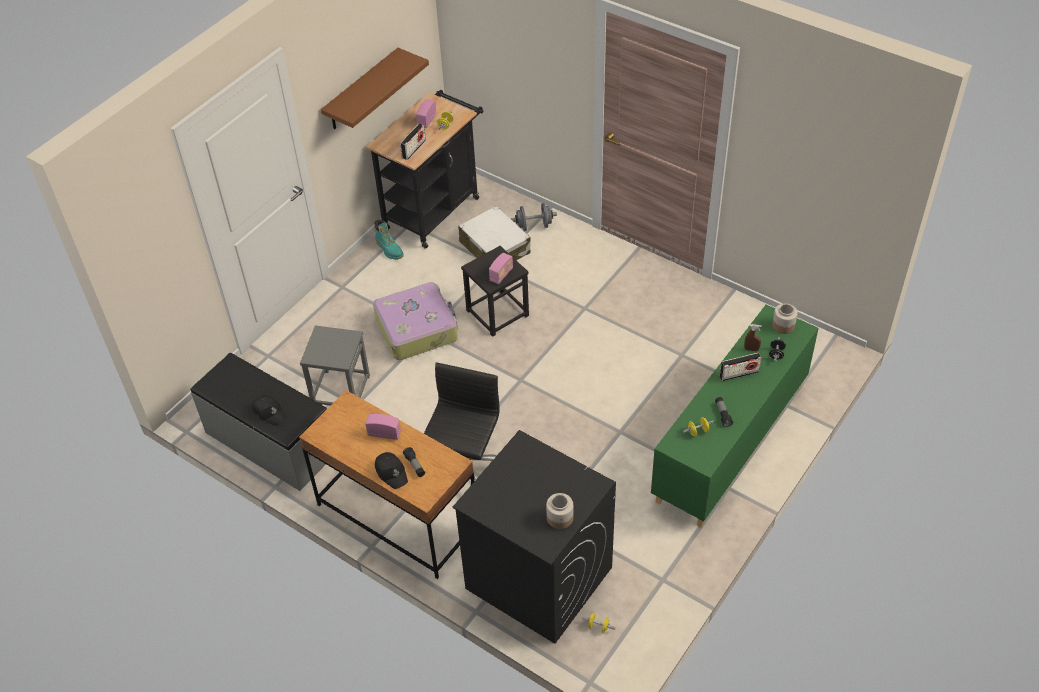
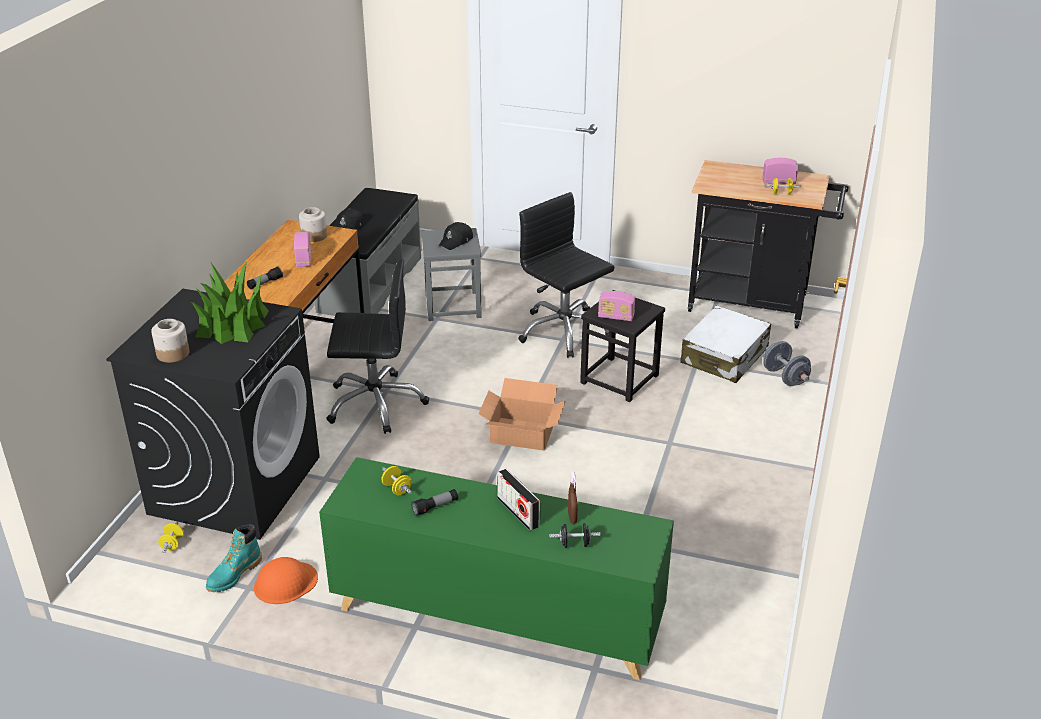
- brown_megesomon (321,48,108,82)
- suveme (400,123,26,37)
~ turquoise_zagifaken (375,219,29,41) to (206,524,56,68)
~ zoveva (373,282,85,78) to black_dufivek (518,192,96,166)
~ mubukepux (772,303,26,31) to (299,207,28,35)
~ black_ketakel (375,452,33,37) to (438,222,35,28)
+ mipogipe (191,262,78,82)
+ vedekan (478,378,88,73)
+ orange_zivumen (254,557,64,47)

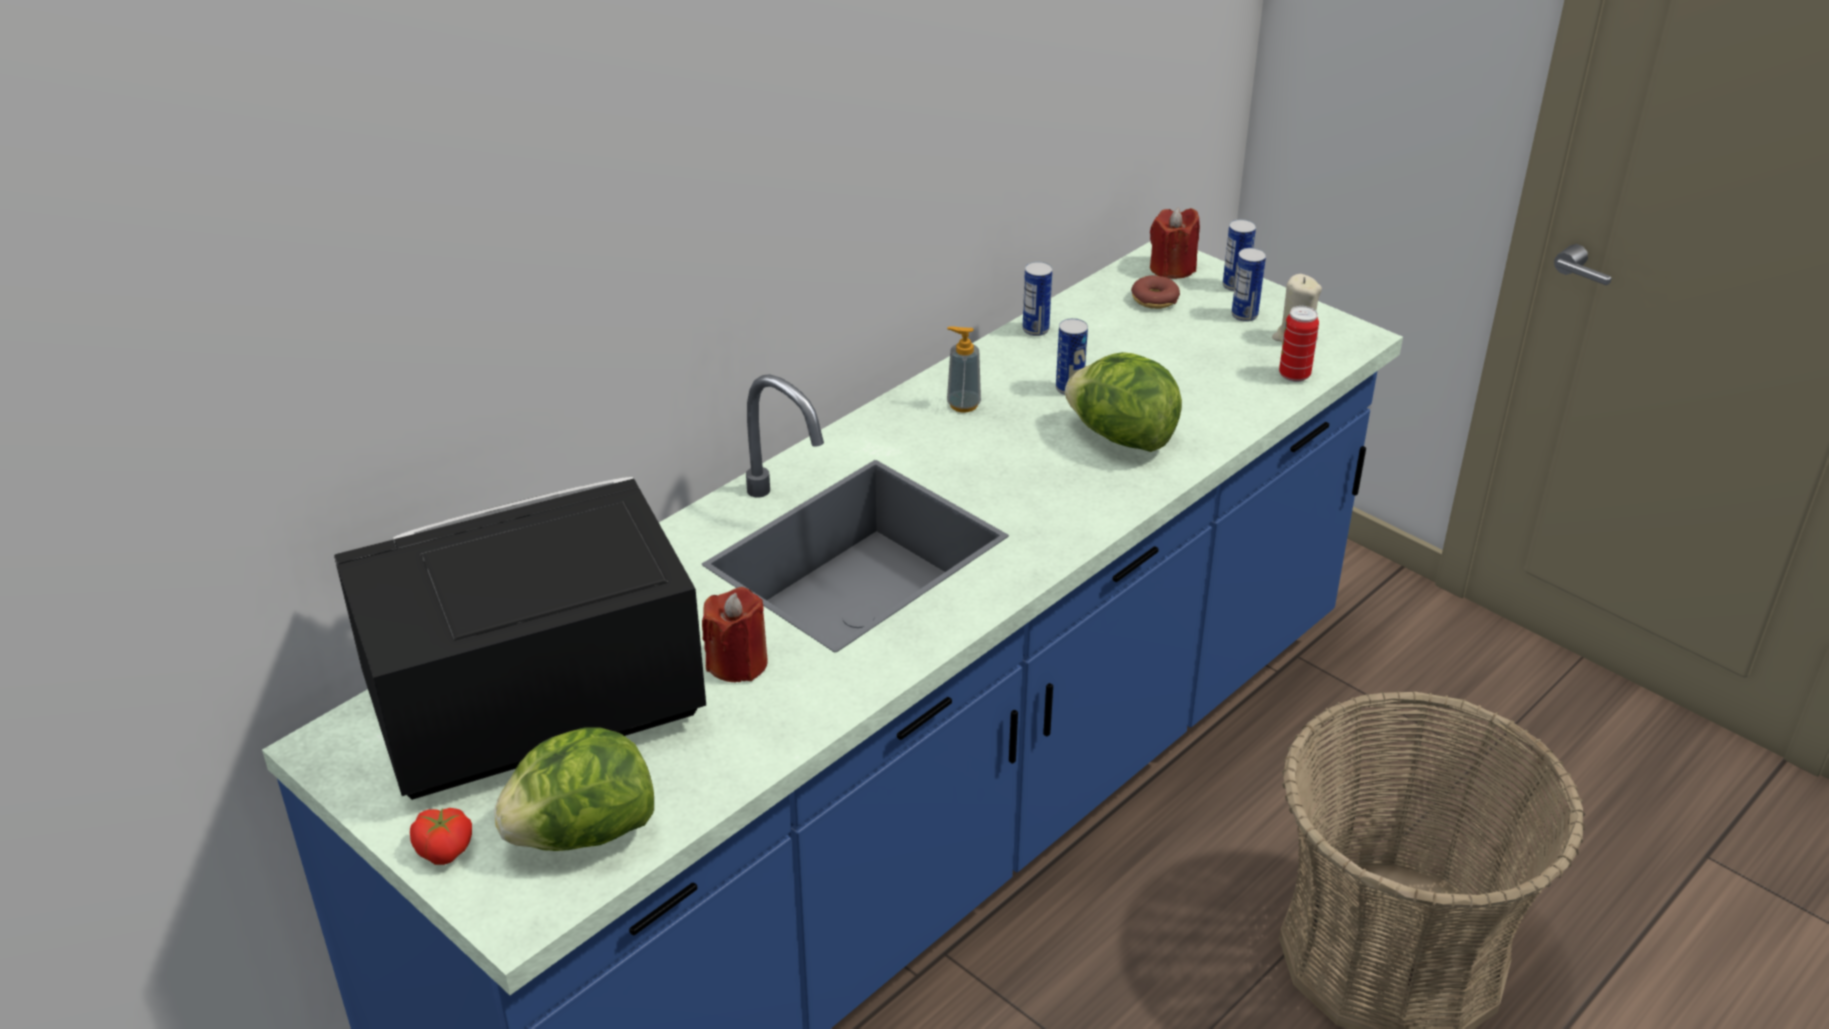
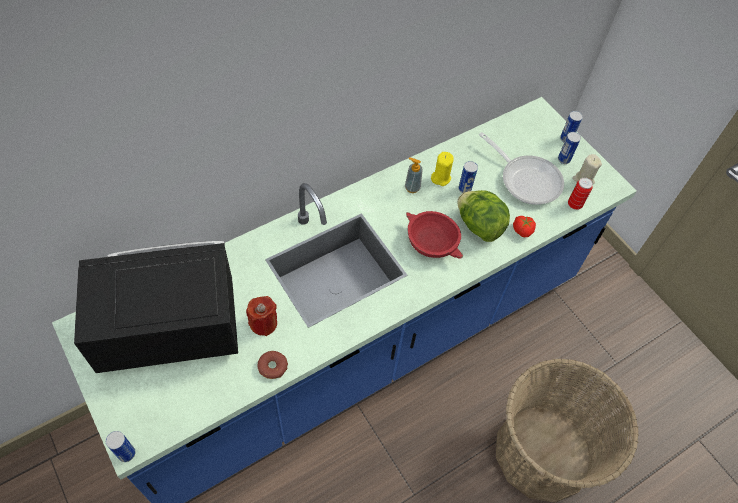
- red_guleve (1150,208,50,71)
~ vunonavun (1022,262,30,74) to (106,431,30,31)
~ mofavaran (1131,275,49,34) to (258,351,30,28)
- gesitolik (494,727,160,124)
~ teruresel (410,808,62,57) to (513,216,23,21)
+ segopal (479,132,85,73)
+ yellow_guleve (431,152,23,34)
+ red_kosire (406,211,57,47)

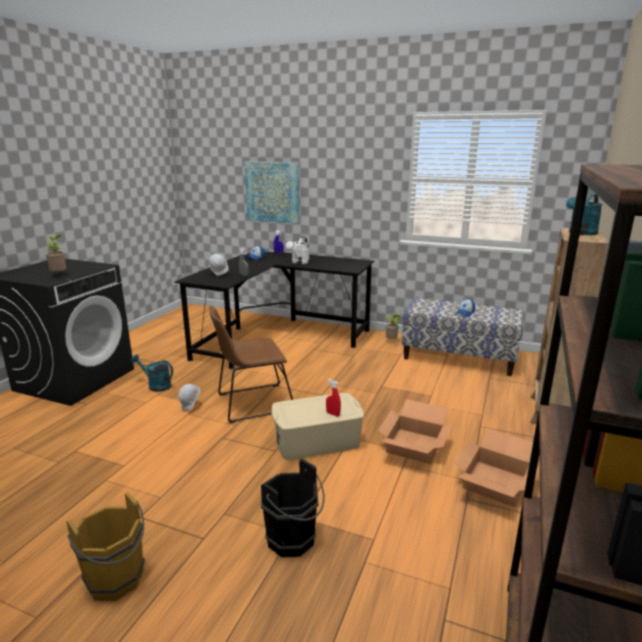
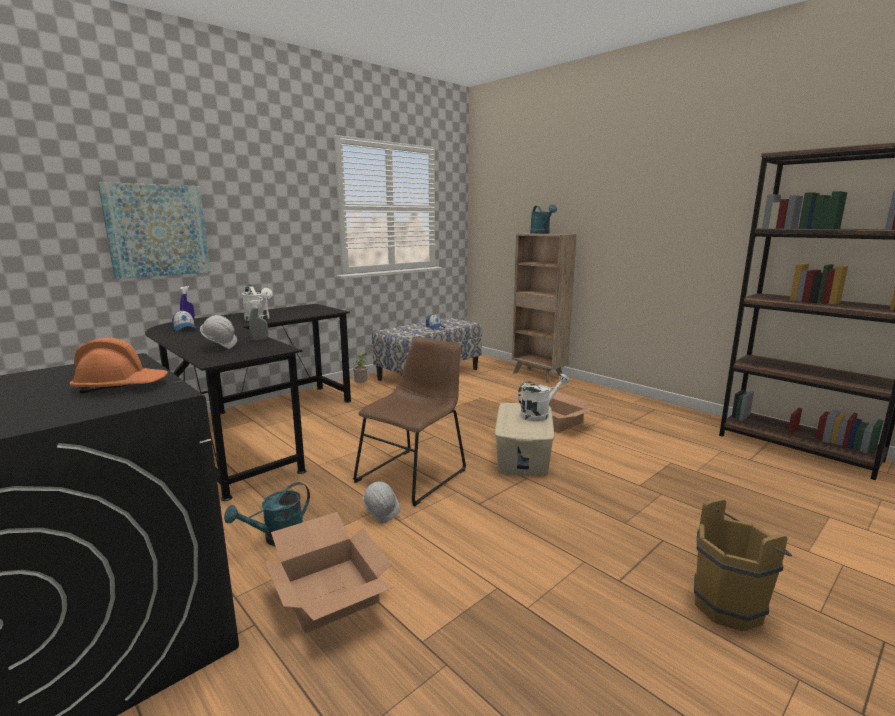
~ mipogipe (43,235,23,38) to orange_zivumen (70,338,98,55)
~ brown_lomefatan (209,305,84,118) = (353,337,113,170) 150 degrees counterclockwise
~ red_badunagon (326,379,15,37) to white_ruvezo (518,374,51,48)
~ vedekan (455,428,85,79) to (264,512,130,122)
- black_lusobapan (261,459,64,98)

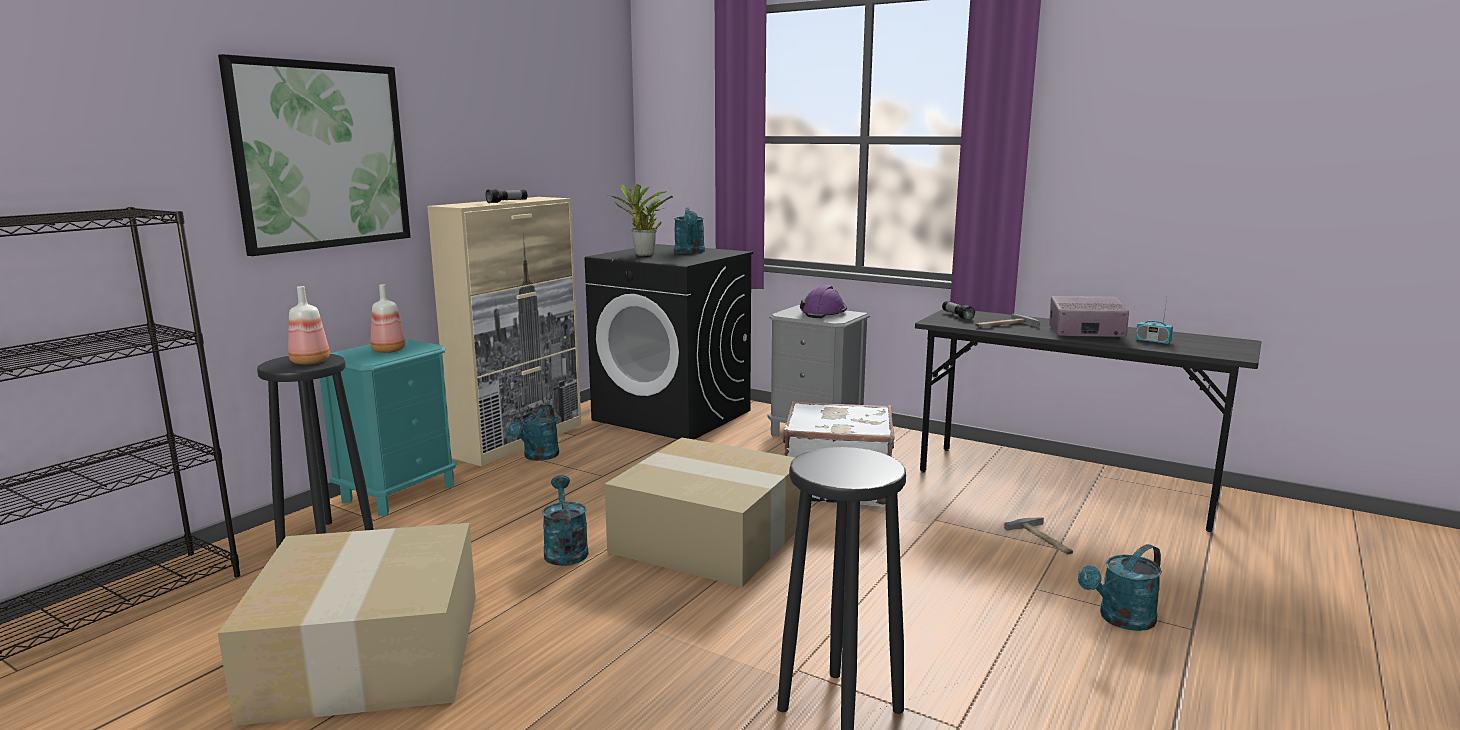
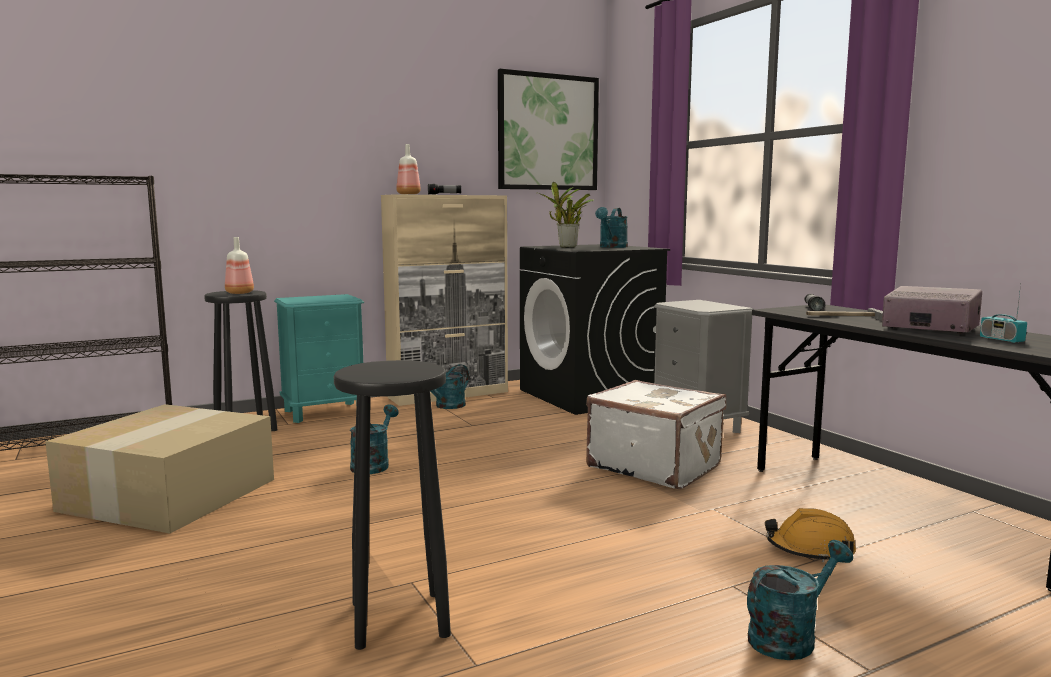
~ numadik (218,54,193,202) to (498,69,101,121)
~ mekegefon (370,284,36,69) to (396,144,25,51)
- purple_zivumen (800,285,47,33)
- vedekan (605,437,195,150)
~ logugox (1004,517,69,38) to orange_zivumen (765,508,91,55)
~ turquoise_ruvezo (1078,544,84,87) = (747,540,106,120) 150 degrees clockwise

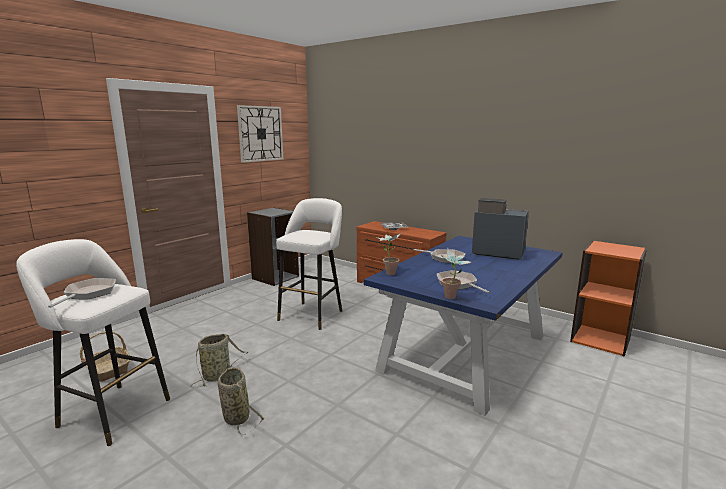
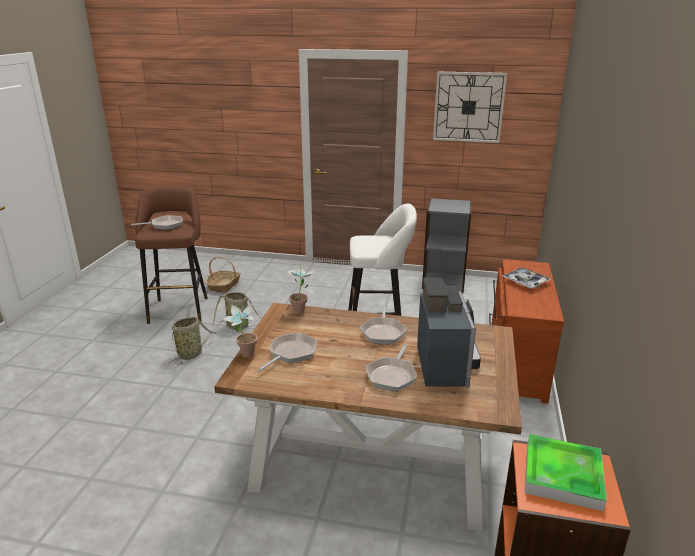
~ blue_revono (364,236,199,180) to brown_revono (214,303,308,228)
~ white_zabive (16,239,154,207) to brown_zabive (135,185,73,139)
+ segopal (366,344,51,48)
+ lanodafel (525,434,82,77)

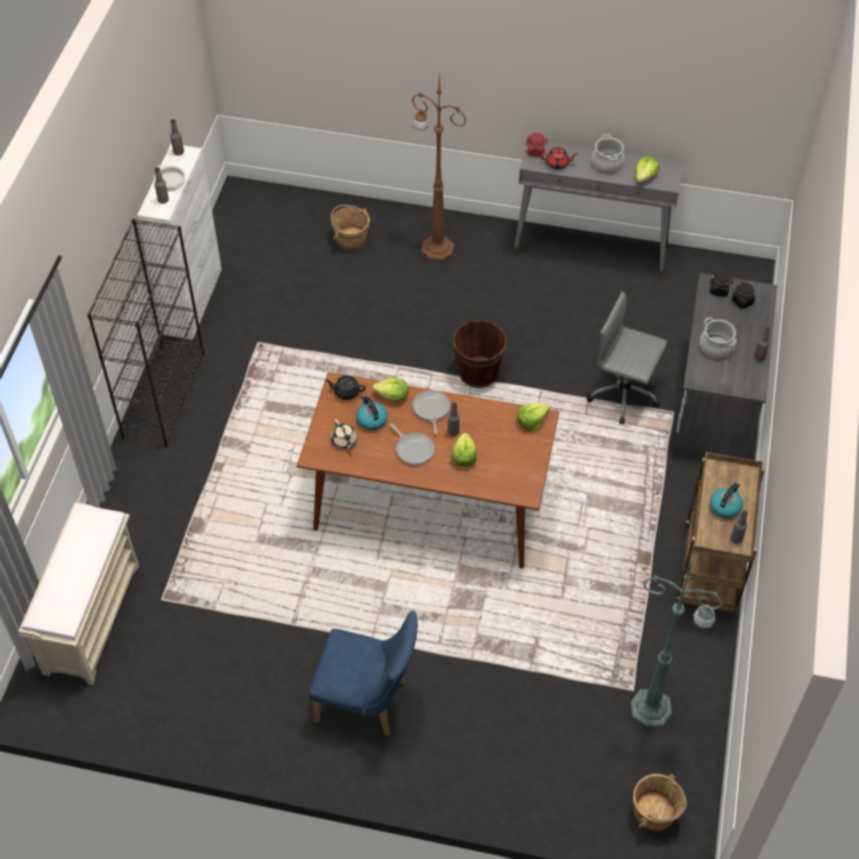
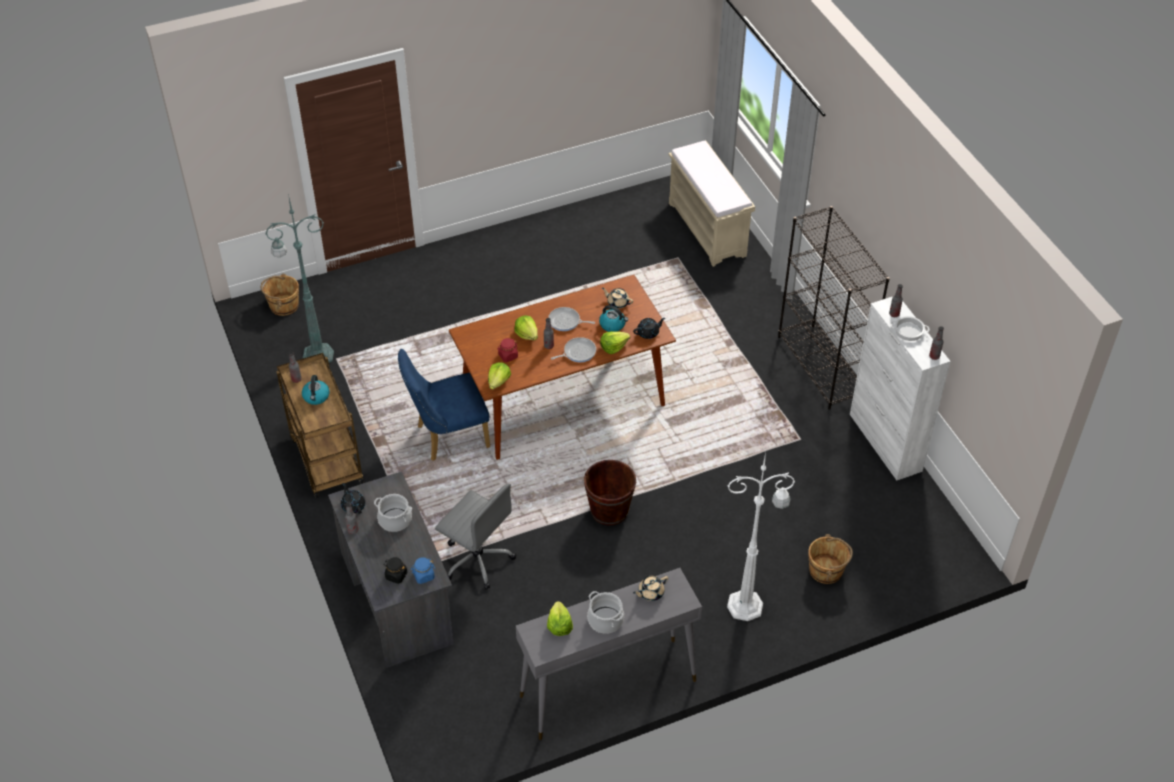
~ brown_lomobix (412,73,54,188) to white_lomobix (727,452,68,169)
~ red_mubukepux (525,132,23,25) to (497,338,21,24)
~ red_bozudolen (541,148,37,21) to beige_bozudolen (633,576,35,25)
~ black_mubukepux (709,271,25,26) to blue_mubukepux (410,557,25,27)
~ grey_dufivek (586,291,81,134) = (435,484,81,106) 45 degrees clockwise
~ segopal (413,390,37,44) = (551,337,45,25) 75 degrees counterclockwise
~ blue_lomefatan (309,610,109,126) to (398,349,92,112)
+ black_bozudolen (341,483,24,31)

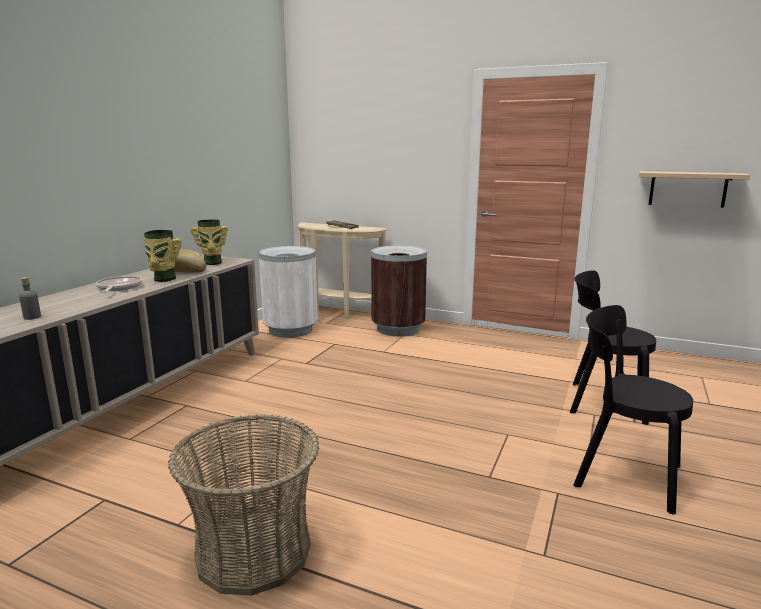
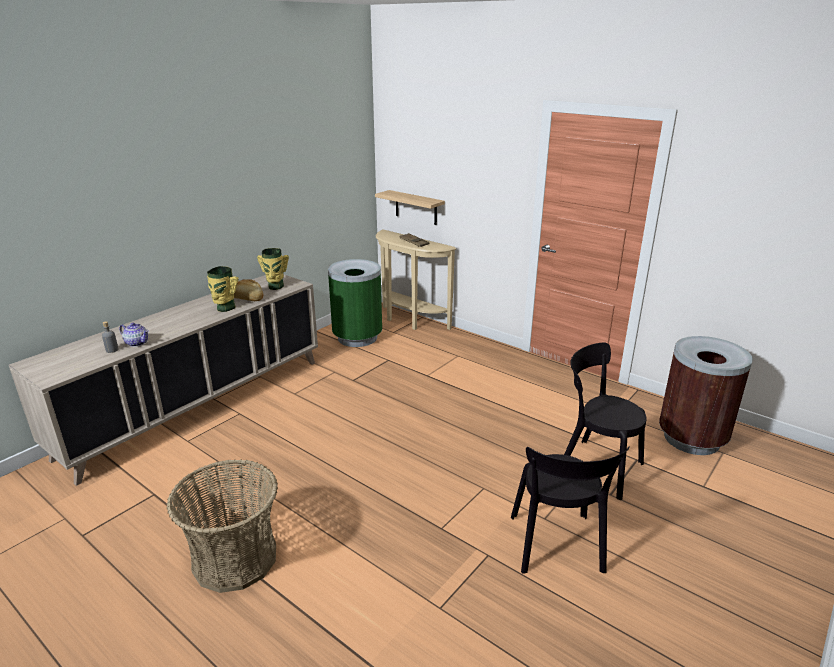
~ megesomon (639,171,111,37) to (375,190,70,35)
~ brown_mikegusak (371,245,56,91) to (659,336,94,119)
~ white_mikegusak (258,246,60,92) to green_mikegusak (328,259,54,88)
- segopal (96,276,46,17)
~ black_lomefatan (573,305,120,210) = (511,447,119,127) 135 degrees counterclockwise
+ bozudolen (119,323,30,24)

